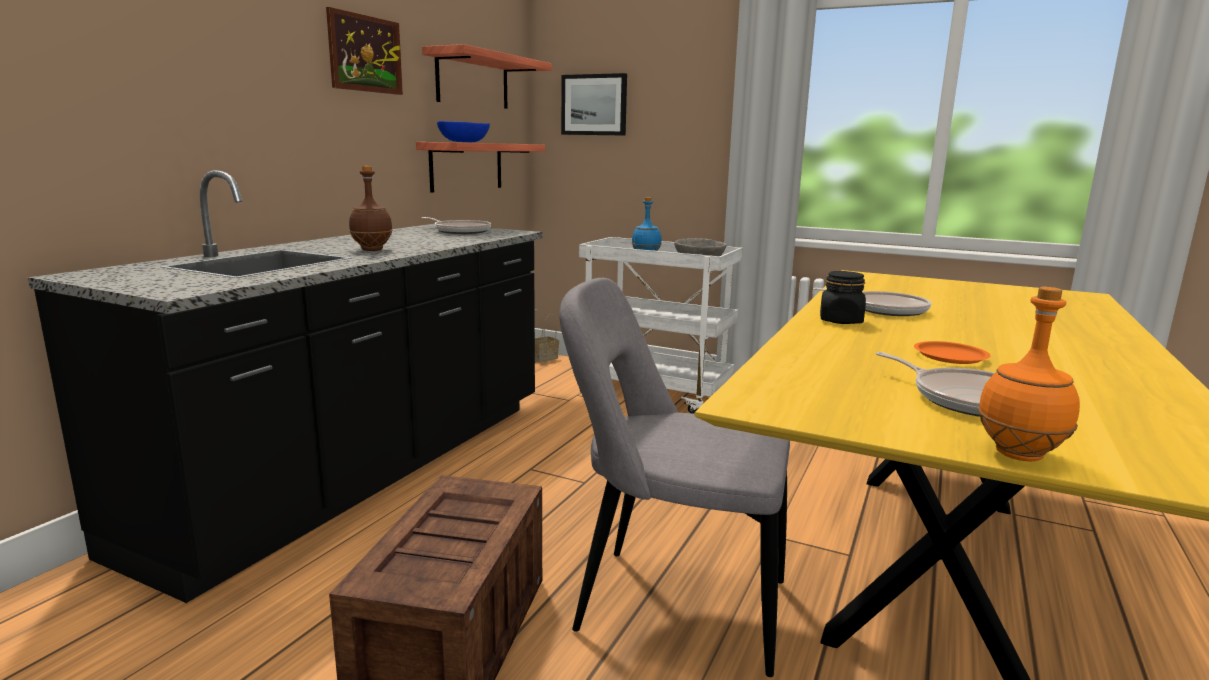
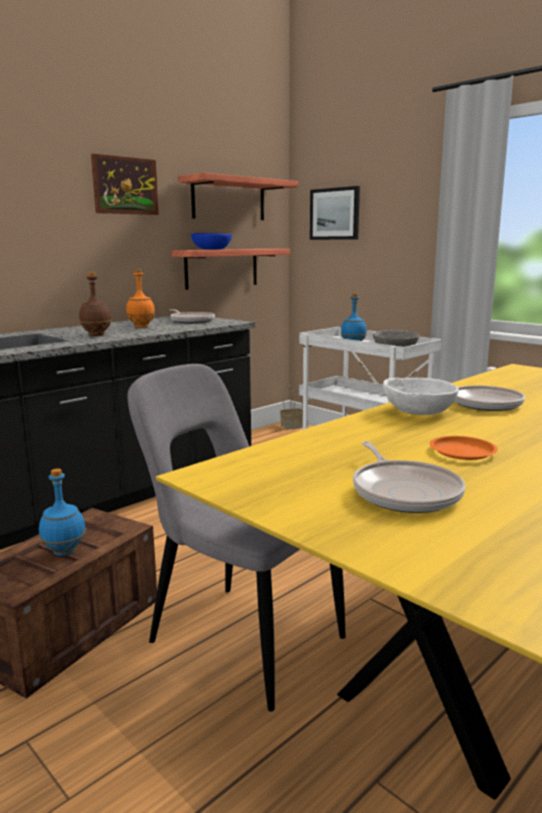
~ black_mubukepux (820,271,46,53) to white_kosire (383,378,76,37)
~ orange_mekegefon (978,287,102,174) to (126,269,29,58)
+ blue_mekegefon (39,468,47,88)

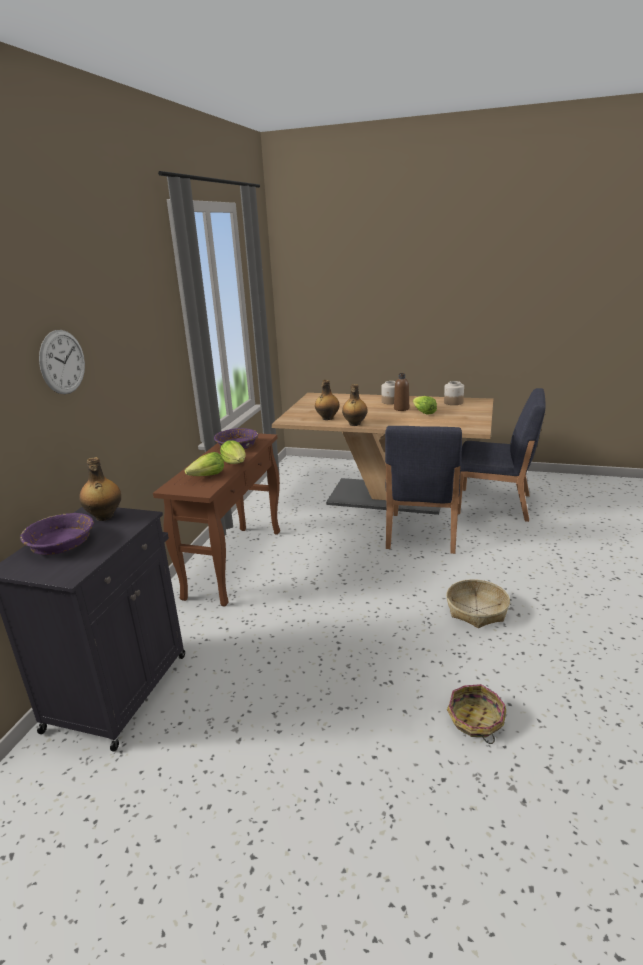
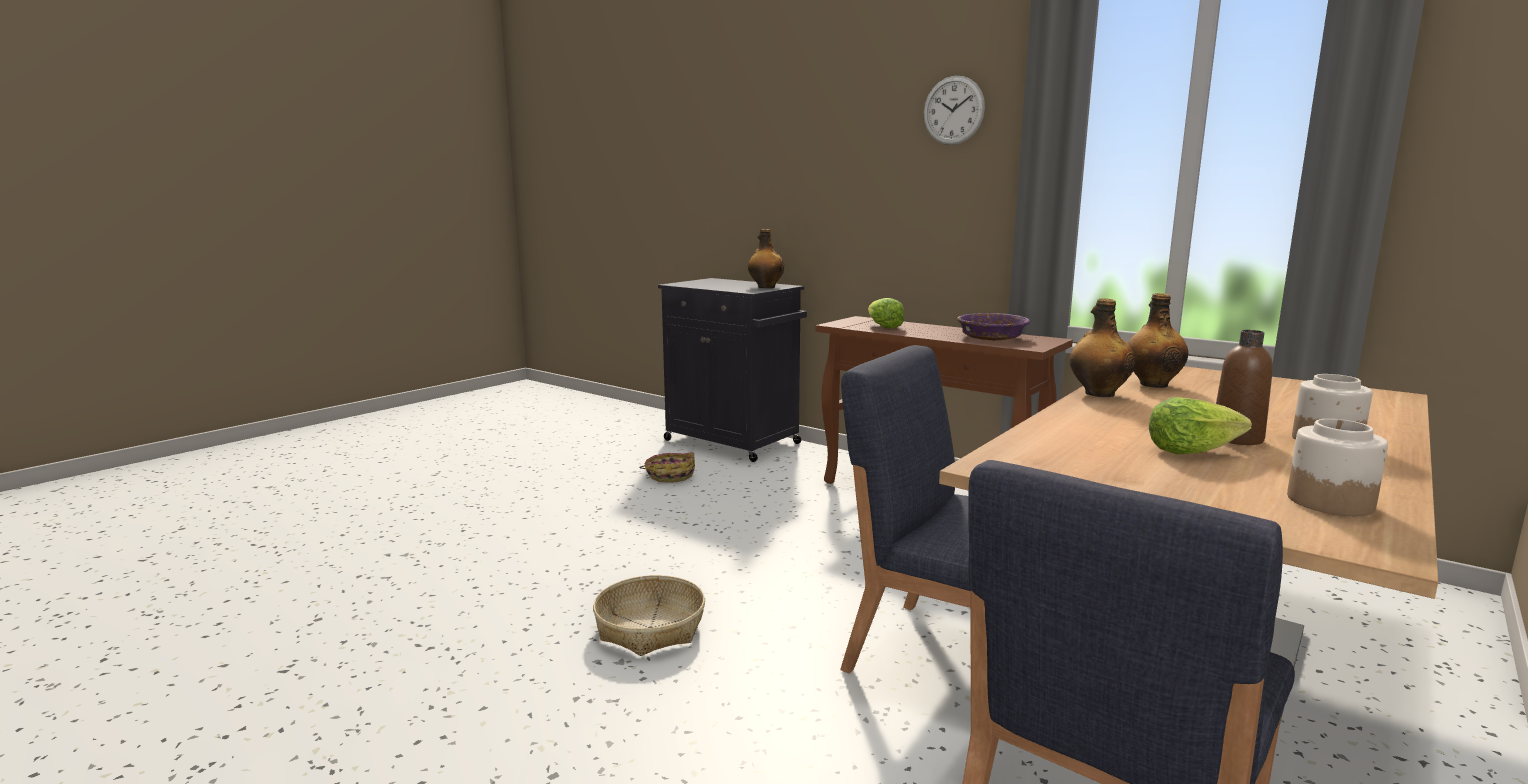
~ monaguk (39,330,46,64) to (923,76,62,69)
- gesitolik (220,440,26,24)
- purple_kosire (20,513,74,42)
~ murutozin (447,684,59,60) to (639,452,56,31)

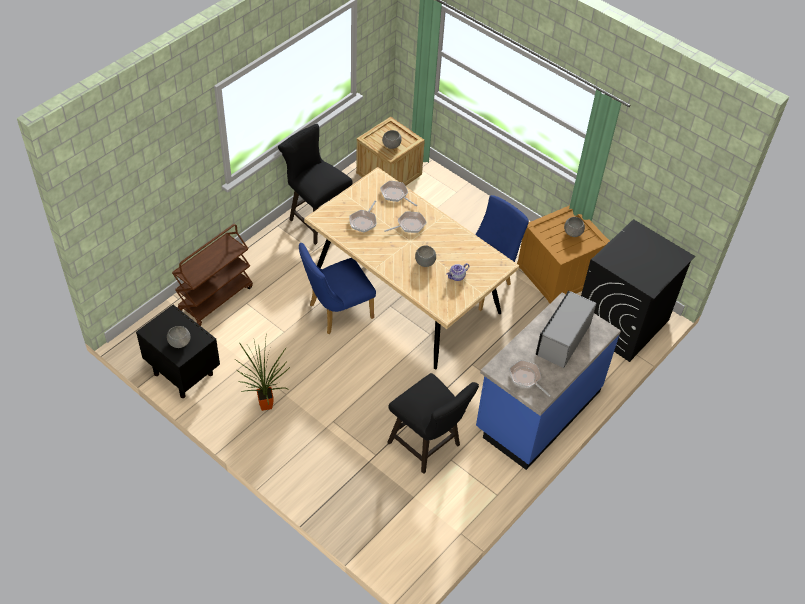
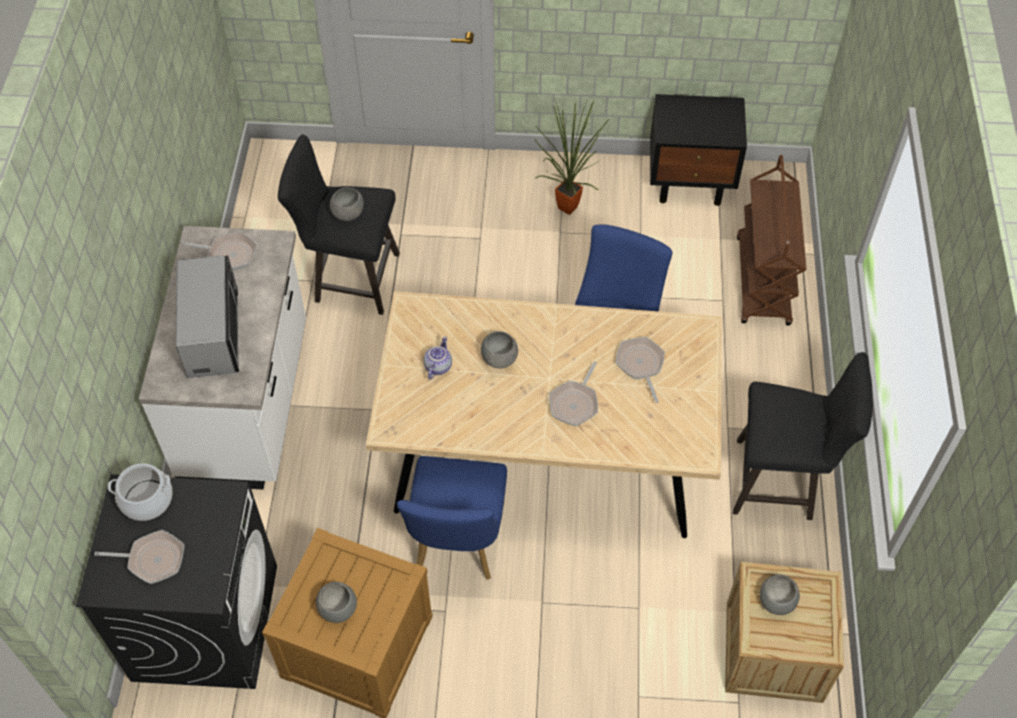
~ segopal (380,181,37,25) to (95,530,89,54)
~ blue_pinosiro (476,292,145,178) to white_pinosiro (139,226,167,264)
~ grey_kosire (167,326,24,22) to (330,187,34,34)
+ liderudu (108,463,65,58)

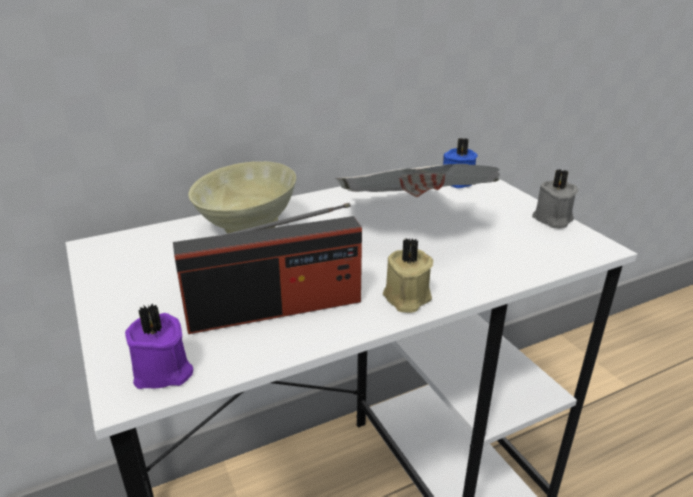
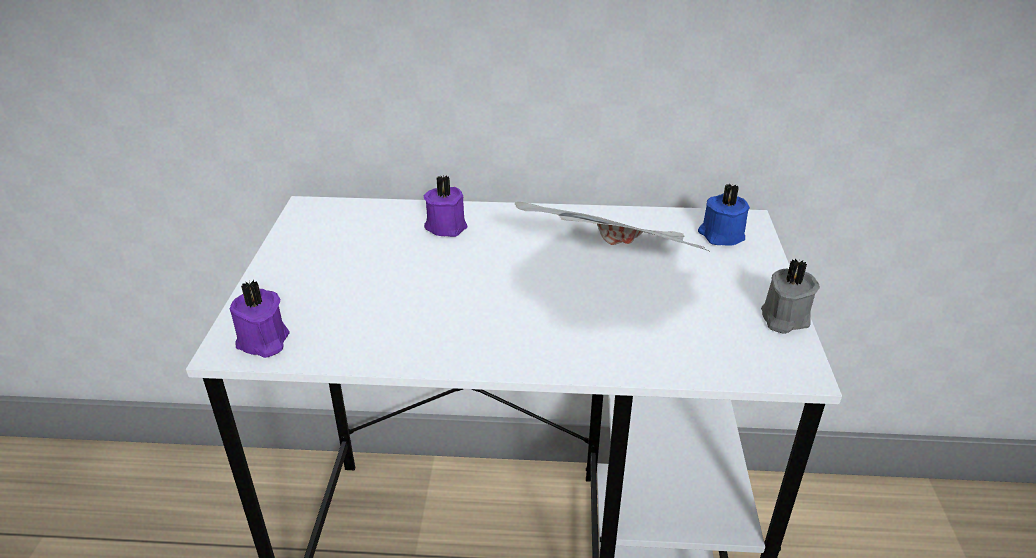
~ beige_kosire (188,161,108,73) to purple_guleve (424,176,43,61)
- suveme (173,203,189,131)
- beige_guleve (383,238,50,75)

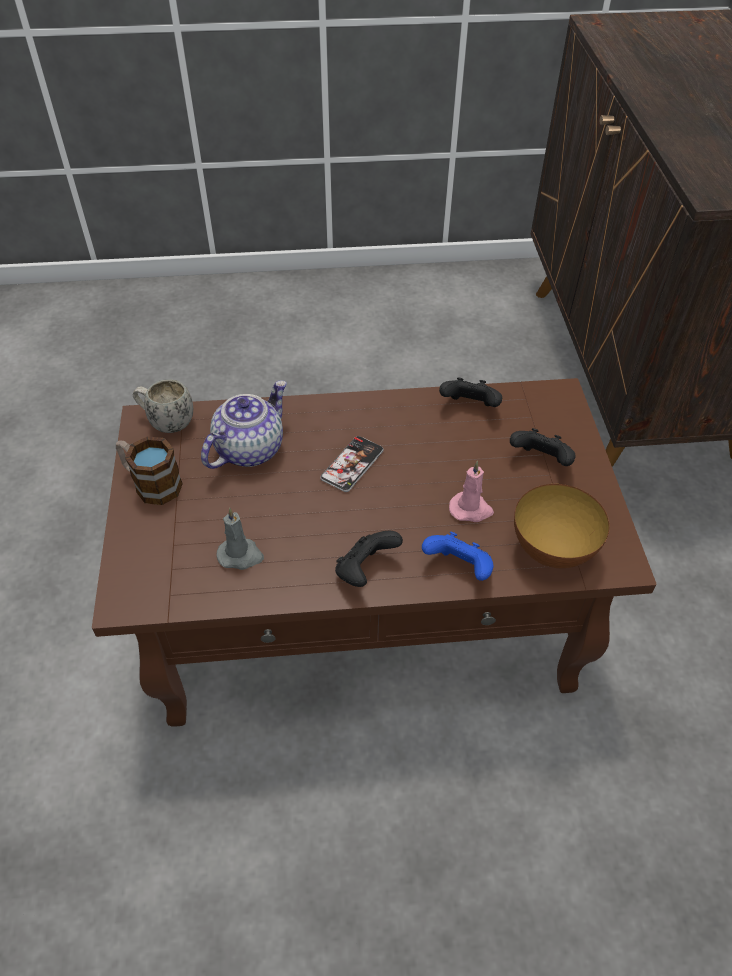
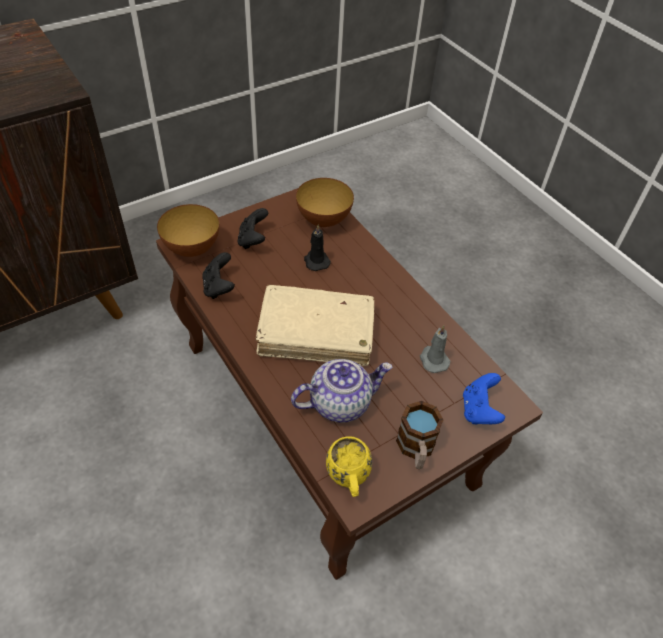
~ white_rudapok (133,379,60,54) to yellow_rudapok (326,437,46,60)
~ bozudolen (201,381,86,88) = (291,359,101,64) 150 degrees clockwise
~ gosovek (320,436,64,56) to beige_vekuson (256,285,118,81)
~ pink_guleve (449,461,45,61) to black_guleve (304,225,27,46)
- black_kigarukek (335,530,68,57)
~ blue_kigarukek (422,532,71,49) to (463,373,42,51)
+ kosire (157,204,63,53)

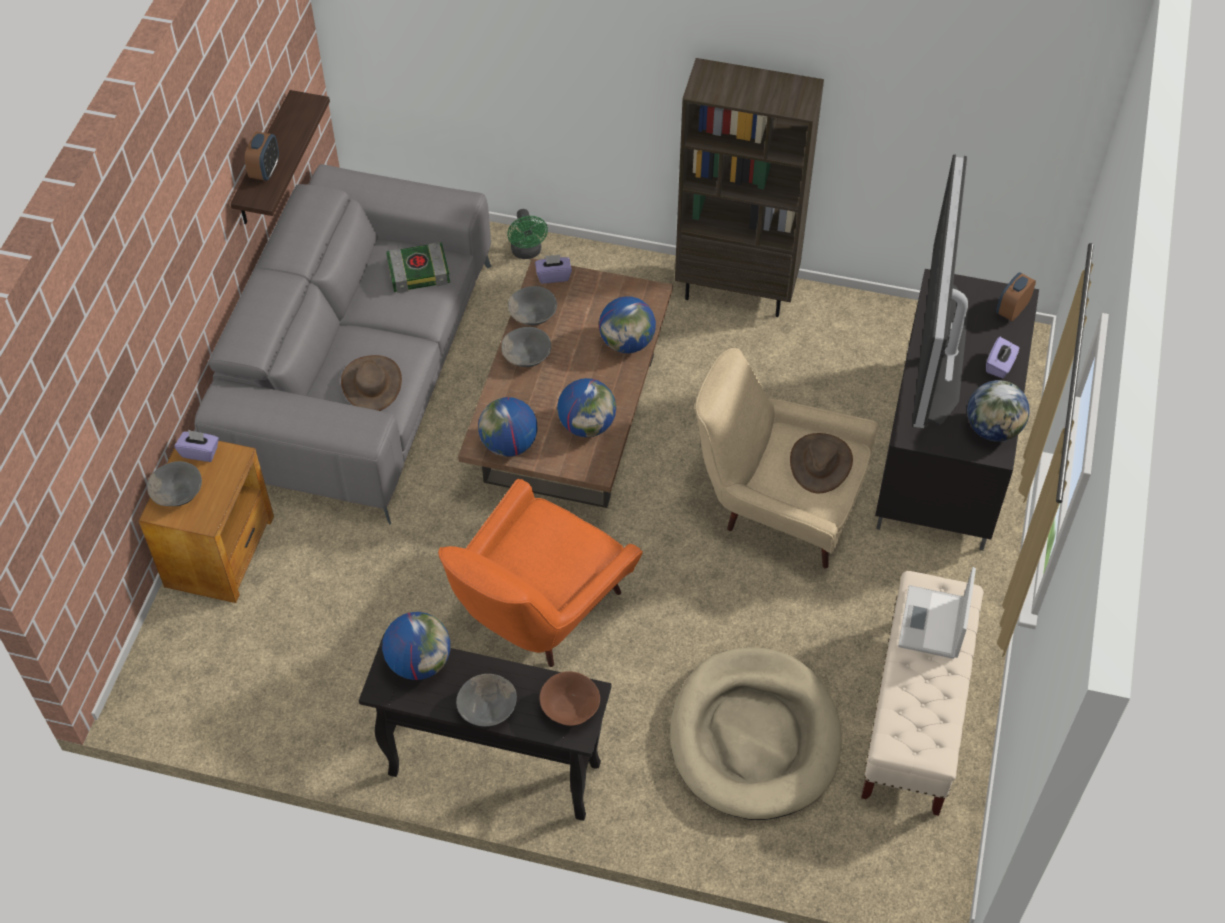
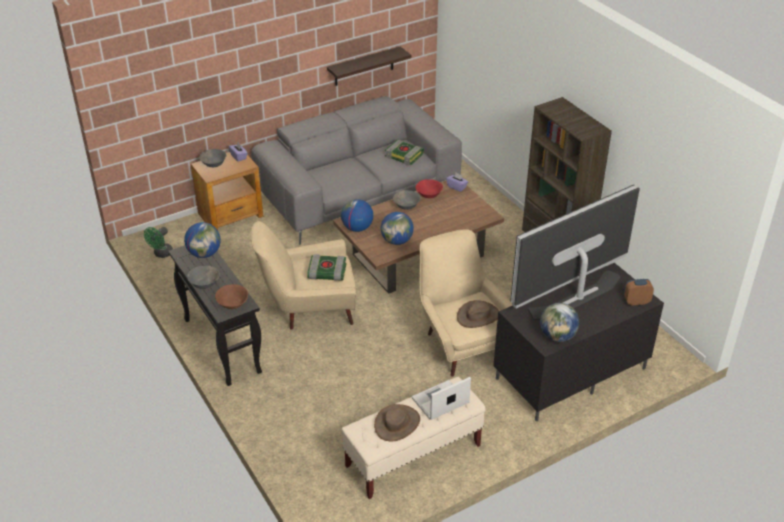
- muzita (245,131,34,50)
~ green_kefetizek (507,209,41,50) to (144,227,29,31)
~ grey_kosire (508,286,49,39) to red_kosire (416,179,27,19)
- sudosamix (599,296,57,57)
- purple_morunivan (986,337,33,41)
~ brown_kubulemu (341,355,61,56) to (374,404,46,37)
~ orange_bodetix (438,479,205,188) to beige_bodetix (251,221,106,109)
- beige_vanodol (670,647,172,173)
+ vekuson (307,254,39,27)

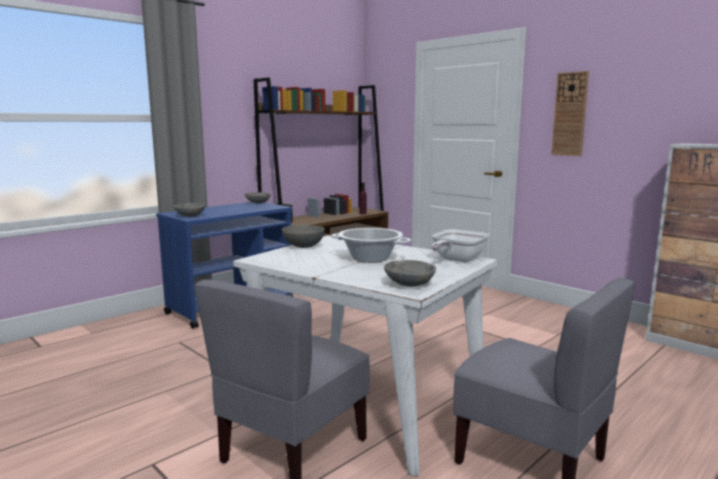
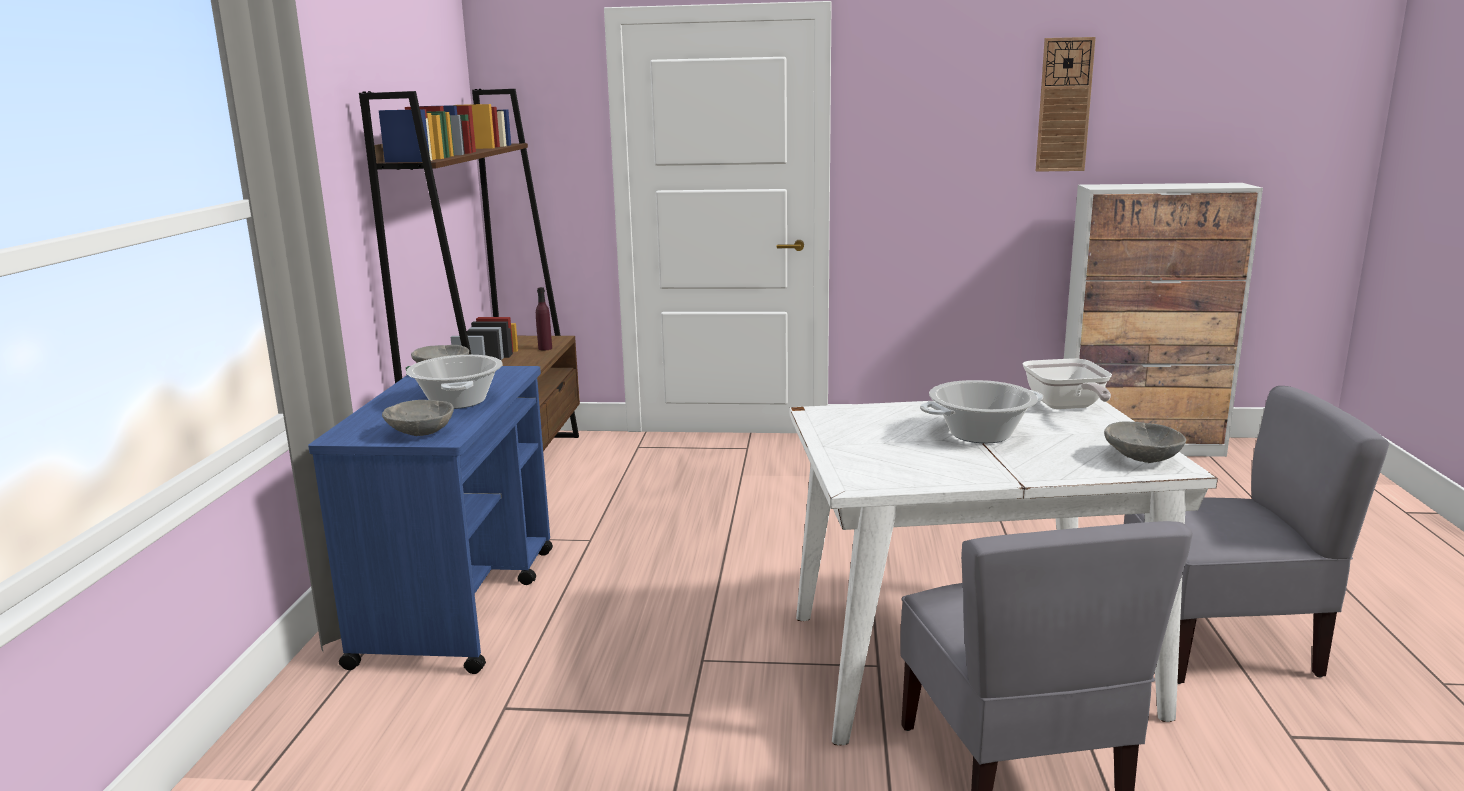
~ monaguk (551,71,38,85) to (1036,37,60,135)
- grey_kosire (282,225,43,23)
+ liderudu (406,355,97,54)

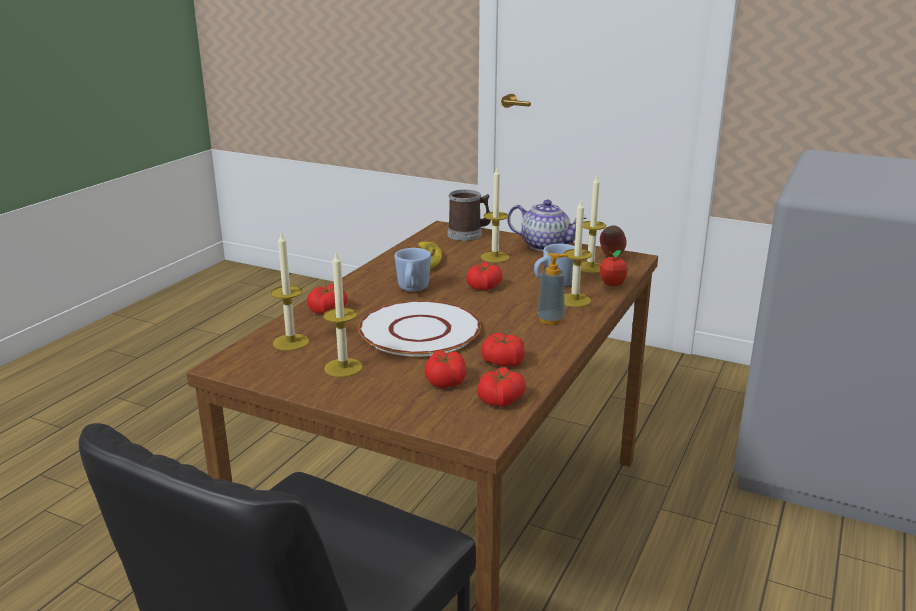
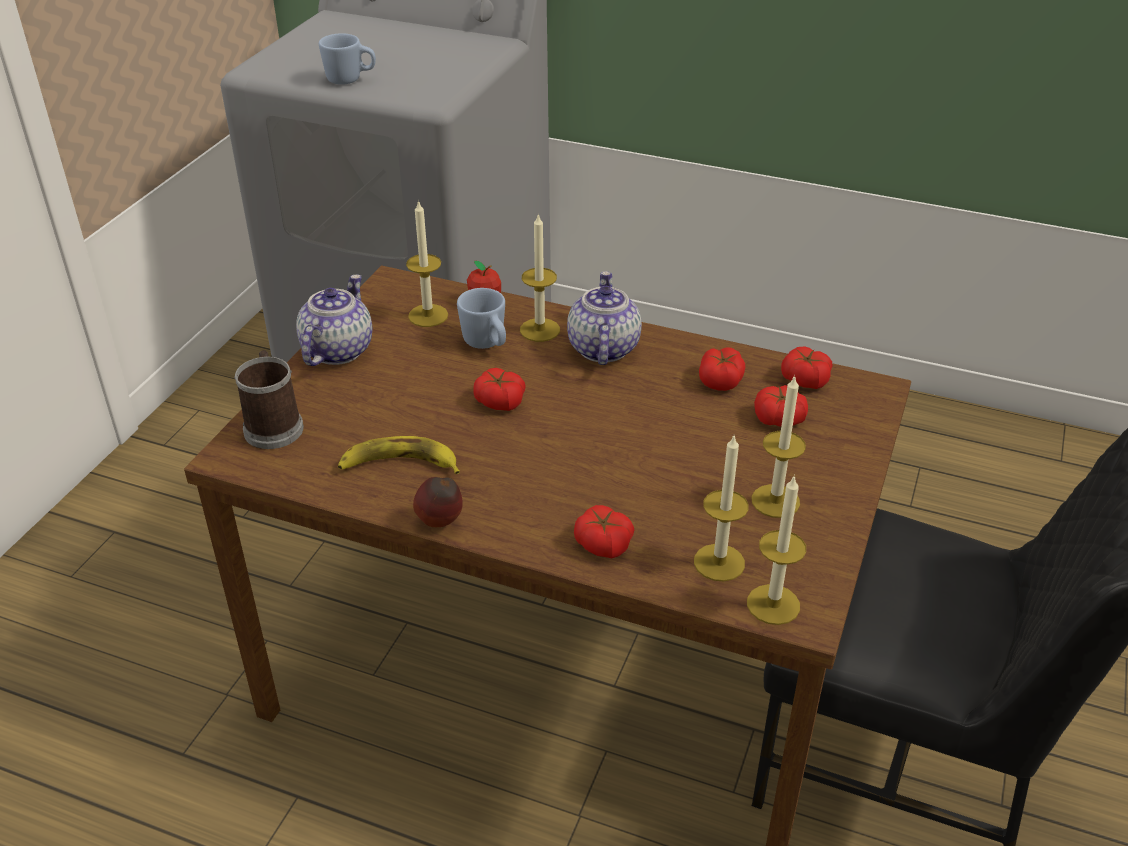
~ guleve (481,168,28,95) to (747,475,59,150)
~ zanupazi (600,225,27,32) to (413,477,50,50)
~ blue_rudapok (395,248,36,44) to (319,33,57,52)
~ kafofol (537,253,31,72) to bozudolen (567,271,75,94)
- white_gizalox (358,301,123,56)

